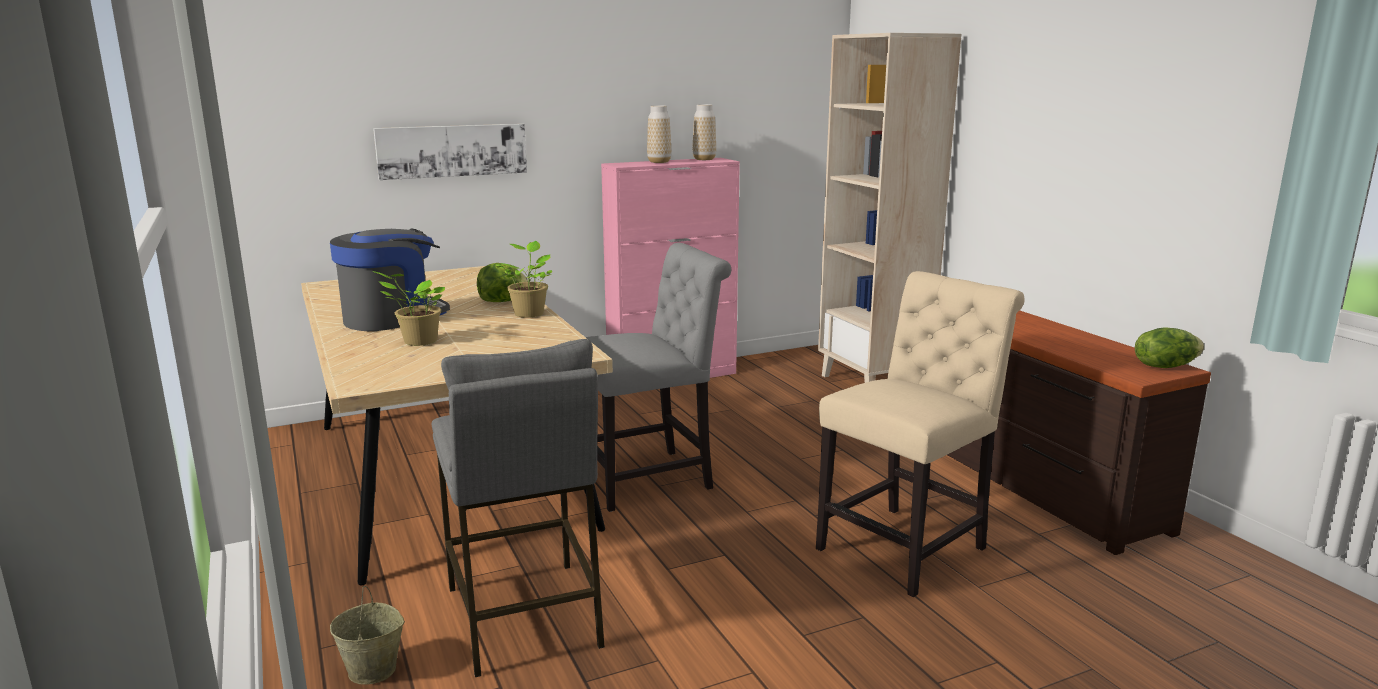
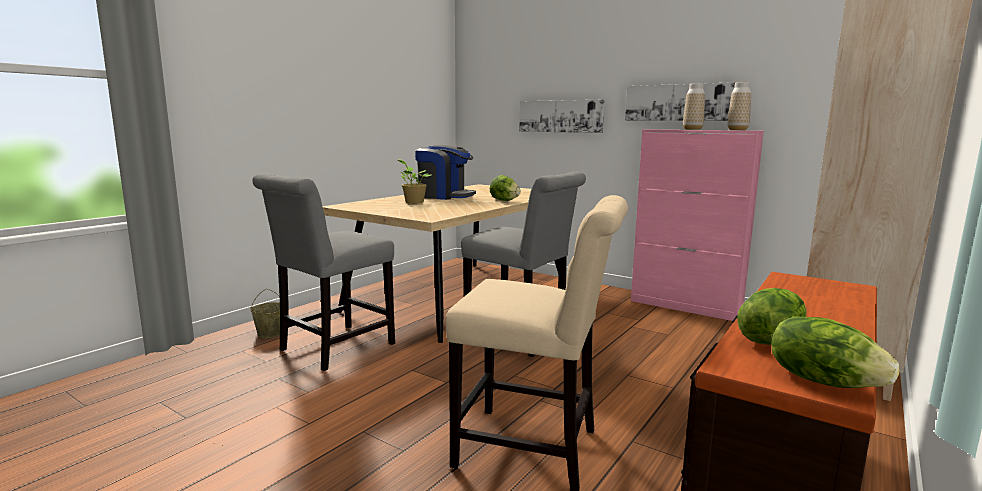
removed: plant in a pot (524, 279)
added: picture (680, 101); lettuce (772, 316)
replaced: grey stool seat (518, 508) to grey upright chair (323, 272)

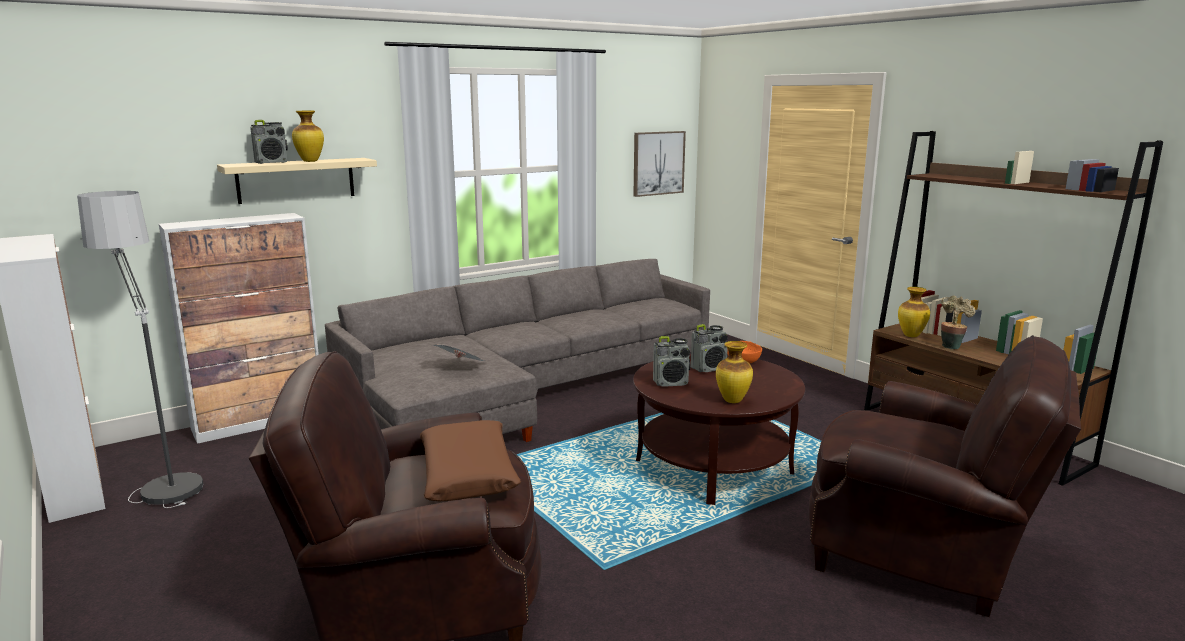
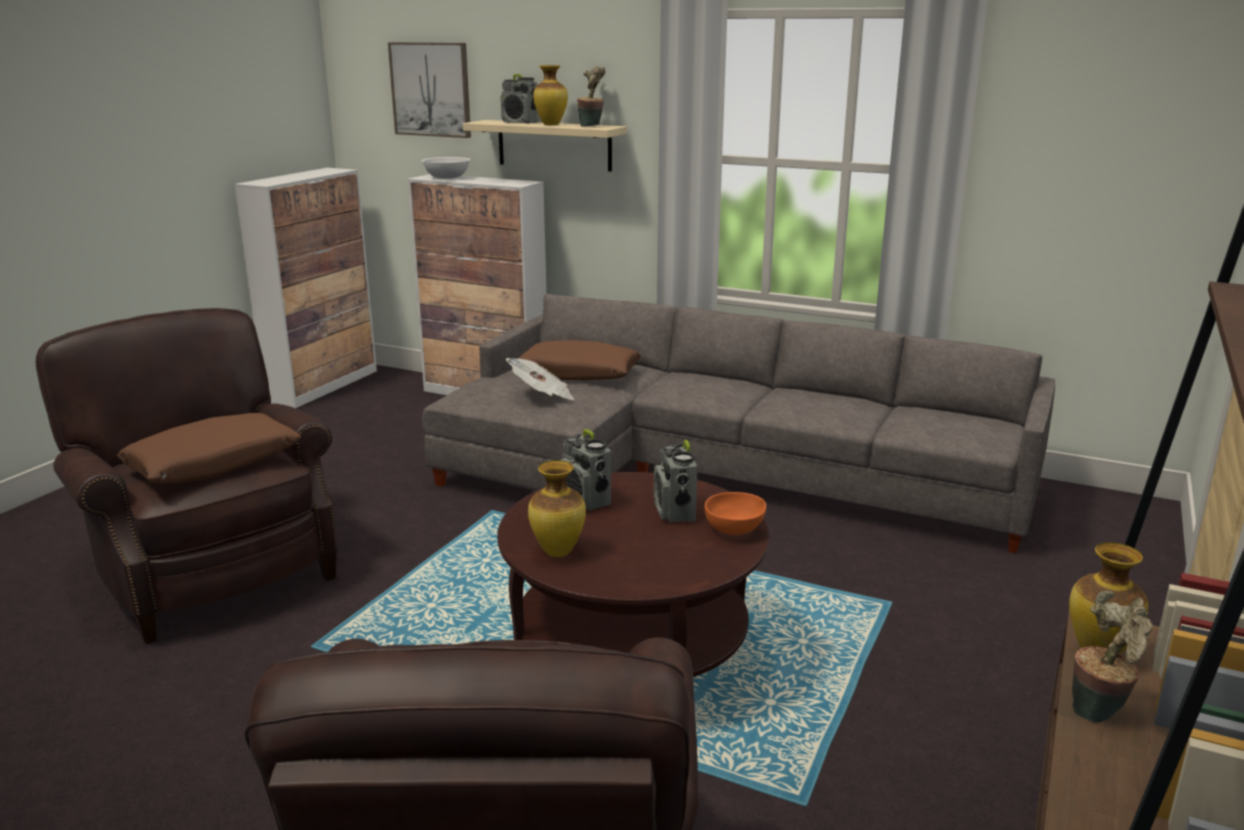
removed: standing lamp (140, 349)
added: plant in a pot (591, 96); whitish bowl (446, 168); brown-coloured throw pillow (579, 360)
moved: picture (659, 164) to (429, 90)
turned: radio receiver (709, 348) = (675, 481) 45 degrees clockwise

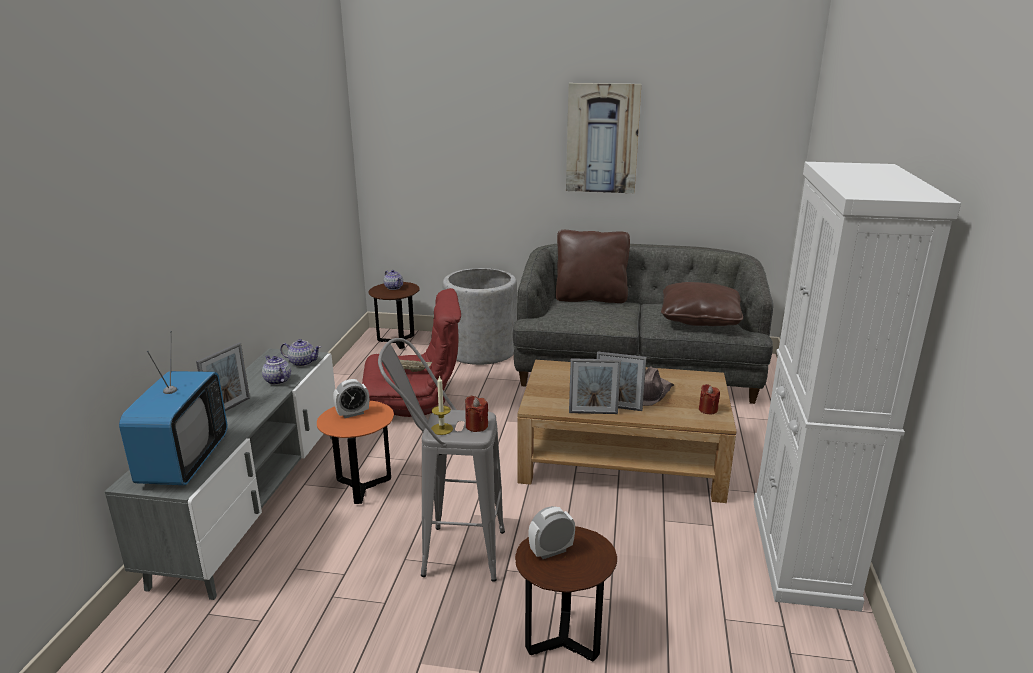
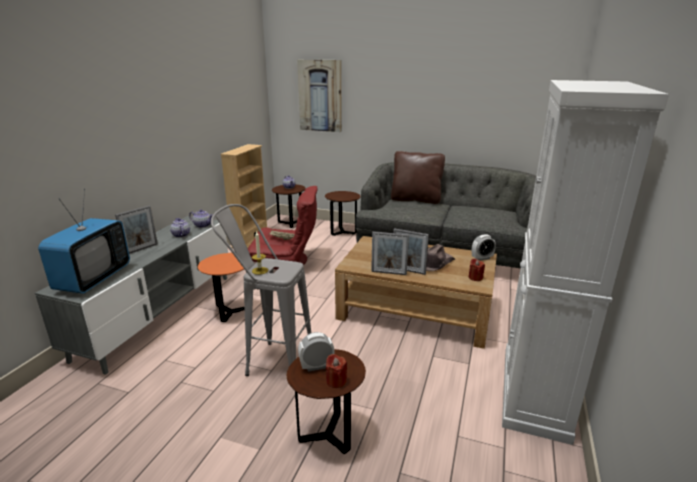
removed: brown-coloured throw pillow (702, 304)
added: sand-coloured shelving unit (243, 196)
moved: picture (603, 138) to (319, 96); bedside clock (351, 398) to (484, 247); red wax candle (476, 414) to (336, 371)
replaced: grey flower pot (480, 316) to brown-coloured accent table (343, 213)

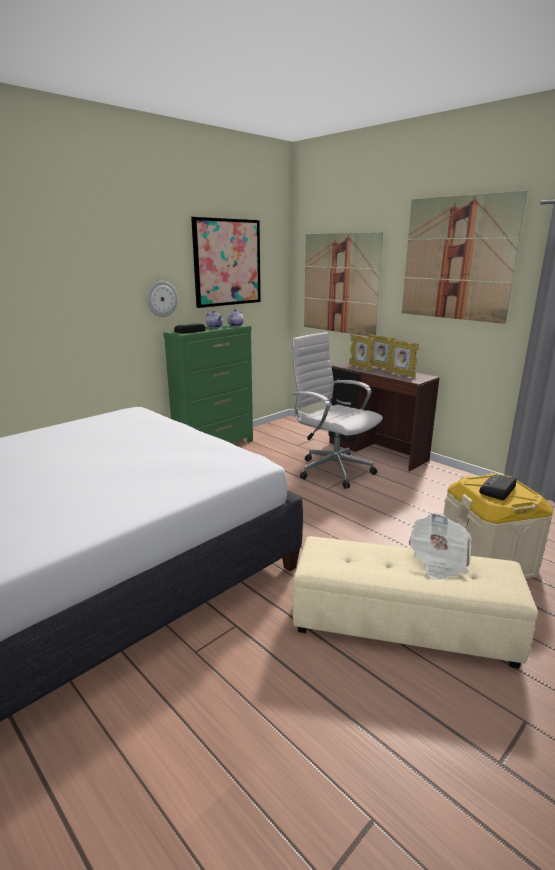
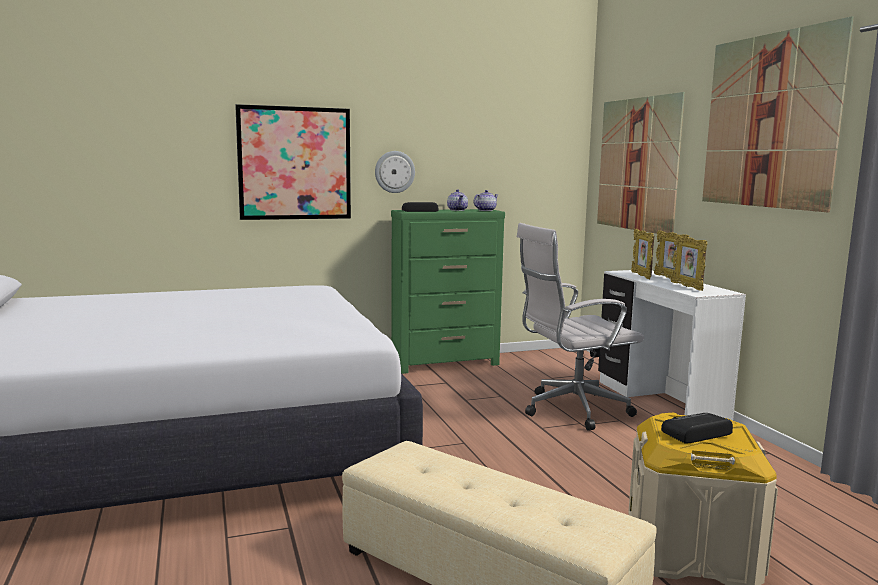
removed: daily paper (440, 546)
moved: picture (226, 262) to (293, 162)
recoloured: brown-coloured desk (384, 416) to whitish desk (672, 345)
turned: whitish desk chair (337, 410) = (580, 327) 90 degrees counterclockwise

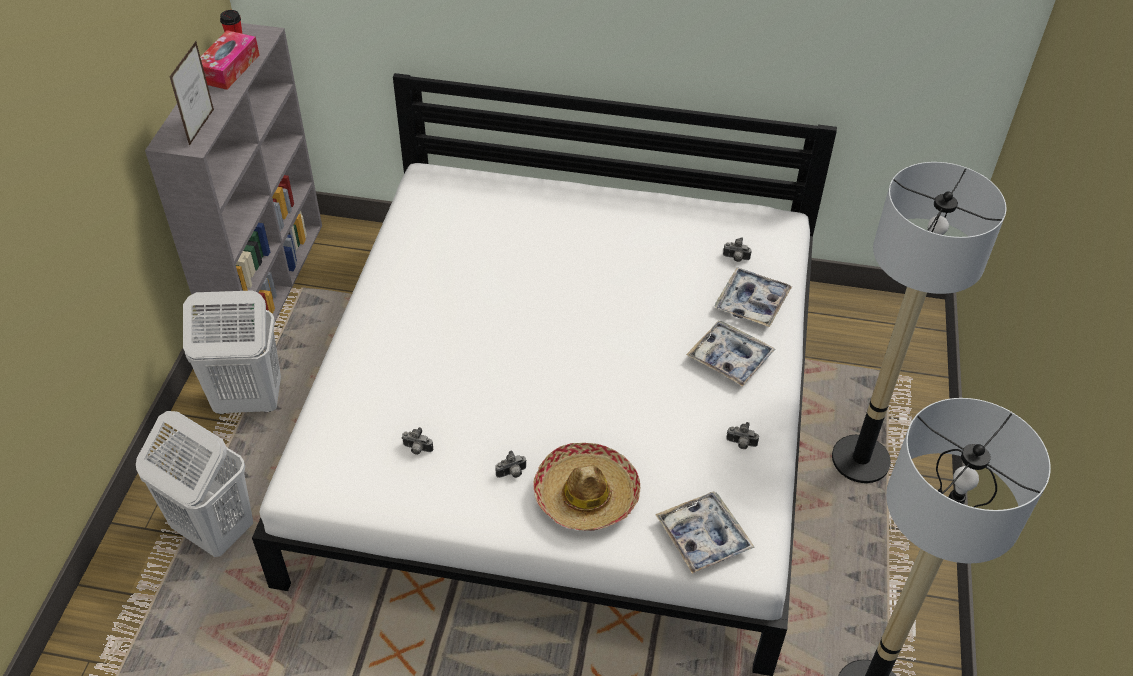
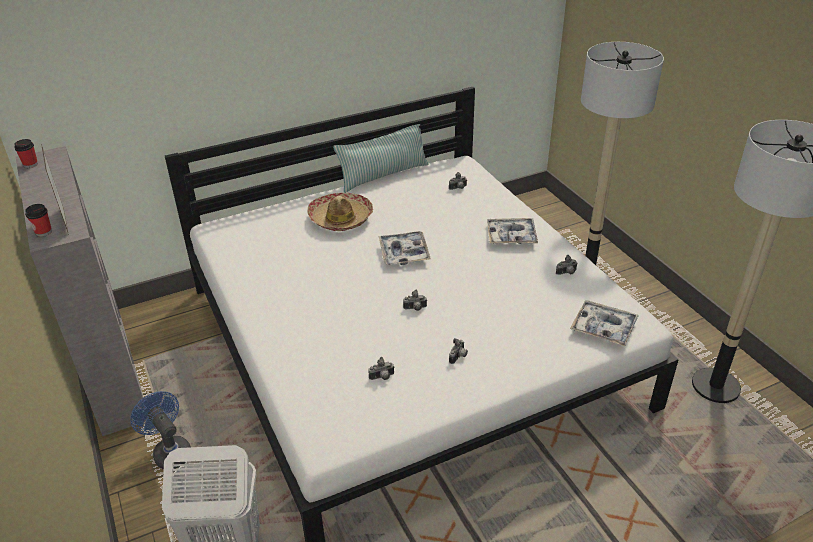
removed: tissue holder (229, 60)
added: throw pillow (380, 158); drinking cup (38, 220); photo camera (415, 300)
moved: carrying tray (753, 297) to (404, 248); clothing hat (587, 487) to (340, 212)
replaced: whitish hamper (232, 352) to blue electric fan (160, 430)

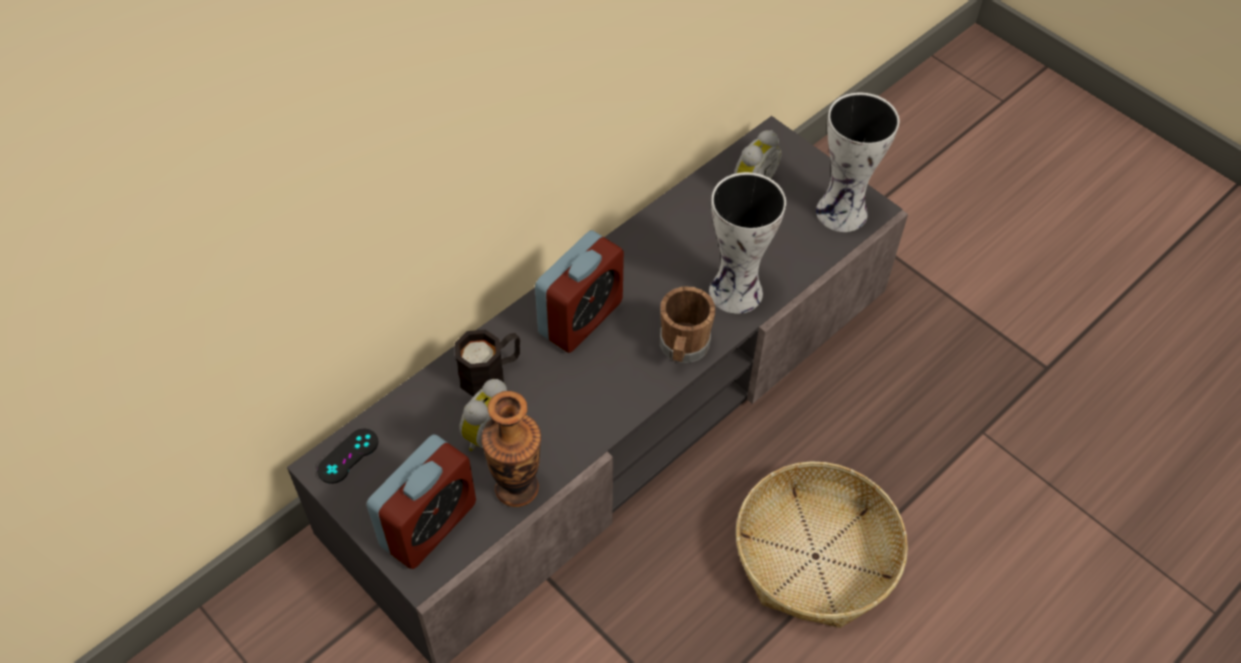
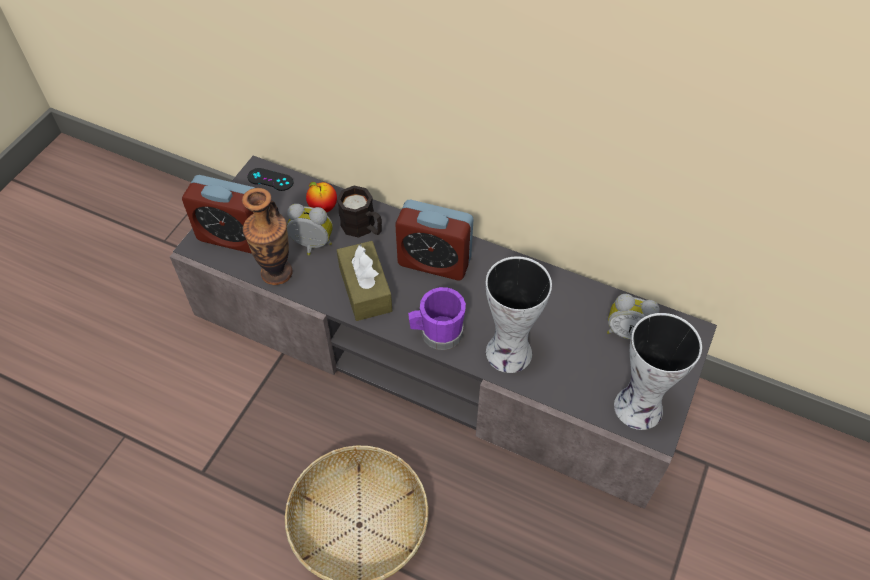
added: apple (321, 197); brown-coloured tissue holder (364, 281)
recoloured: brown-coloured coffee mug (687, 324) to purple-coloured coffee mug (437, 318)

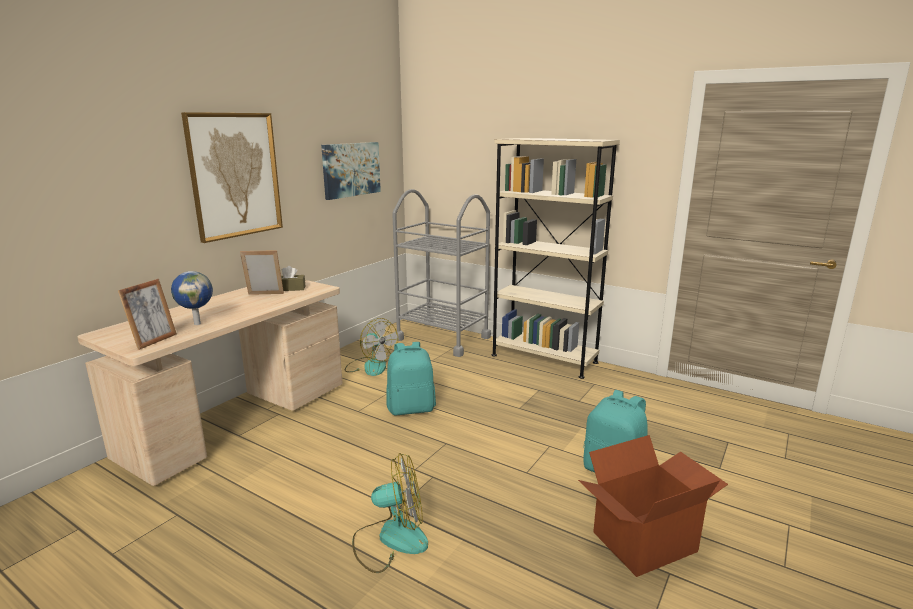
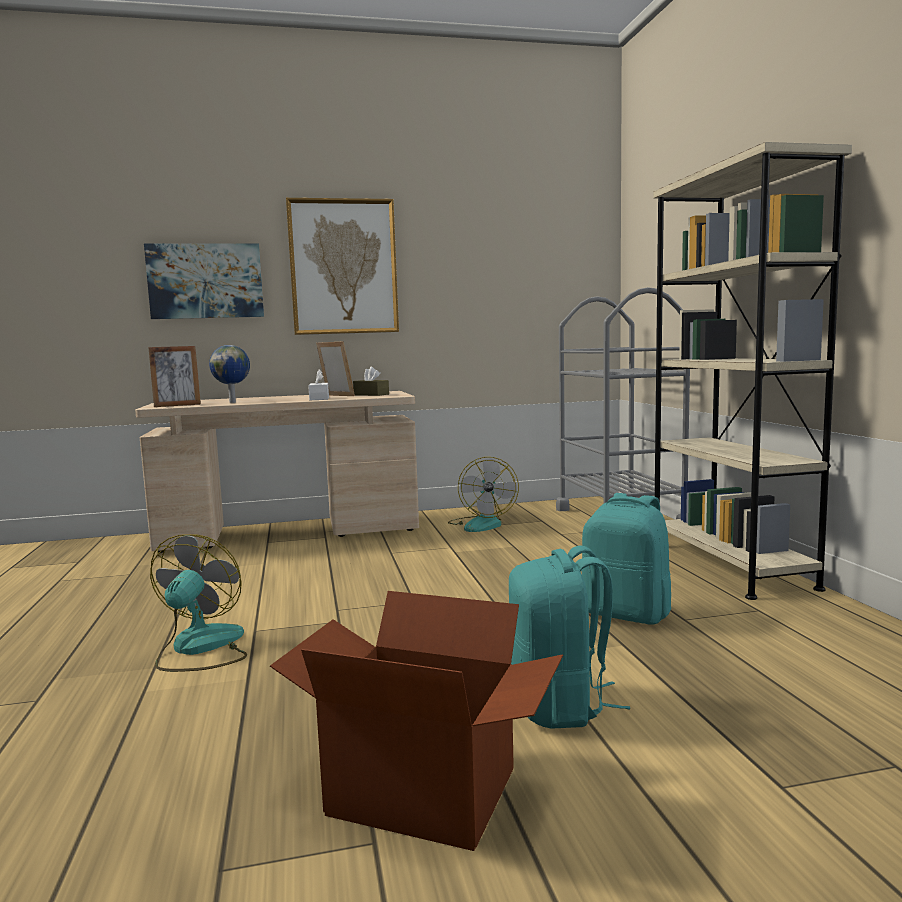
added: whitish tissue holder (318, 384)
moved: picture (351, 171) to (204, 281); turquoise-coloured knapsack (411, 378) to (626, 559)
turned: electric fan (390, 513) = (198, 603) 120 degrees counterclockwise

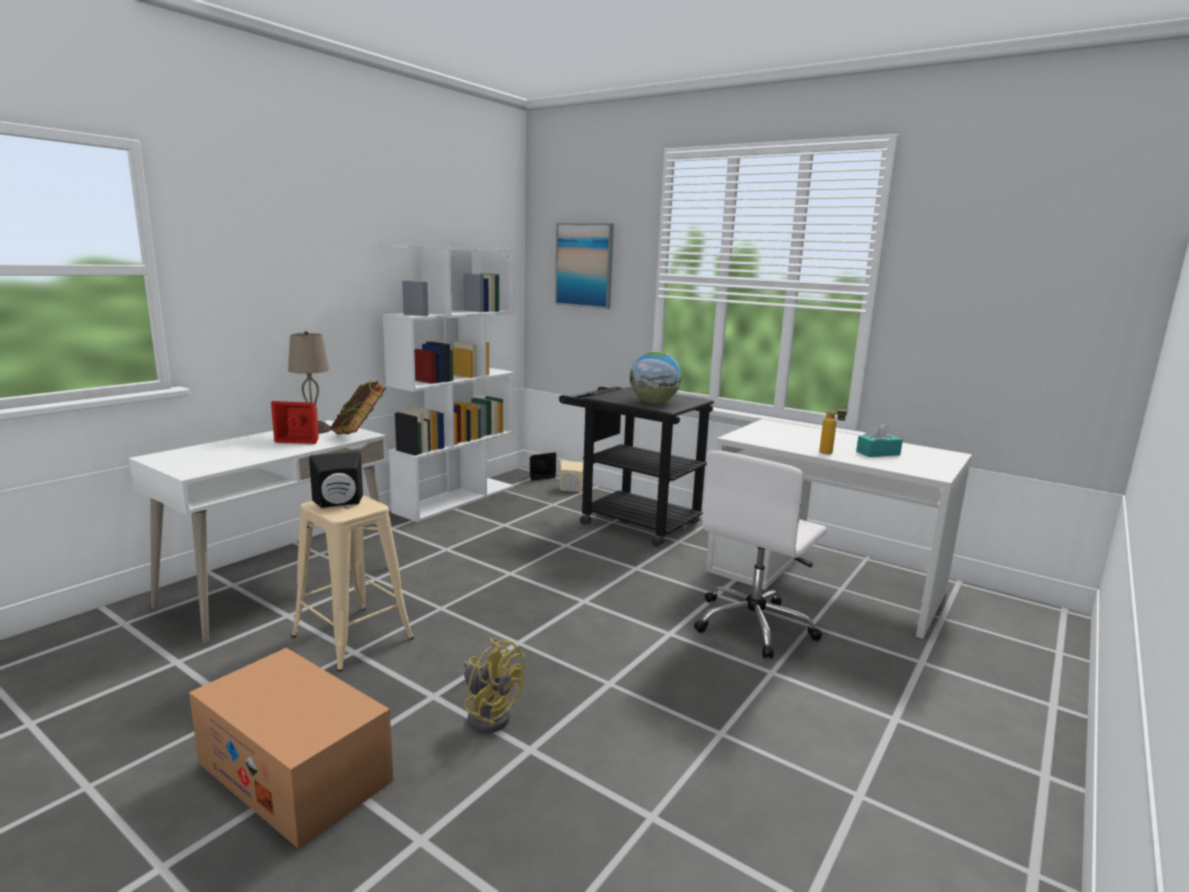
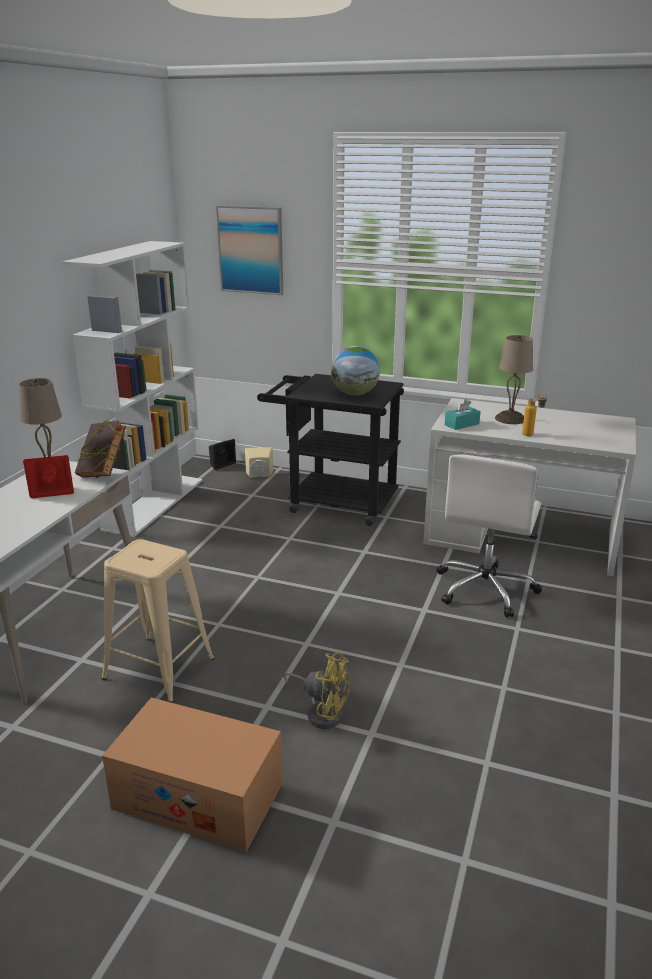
removed: black audio speaker (336, 480)
added: sand-coloured lamp for a table (514, 379)
moved: turquoise-coloured tissue holder (879, 439) to (463, 414)

